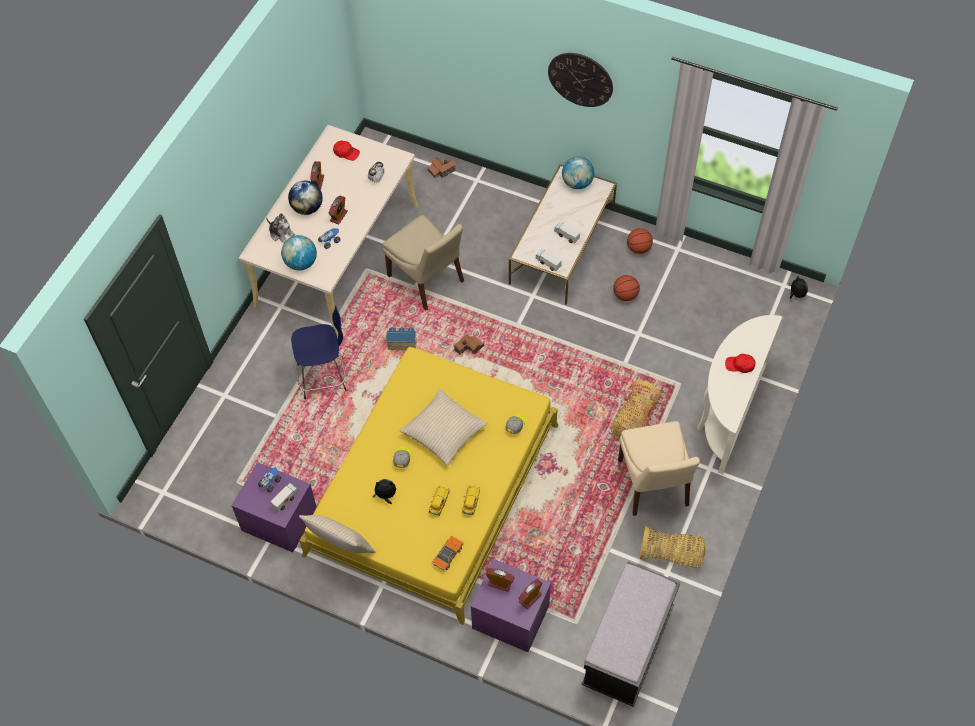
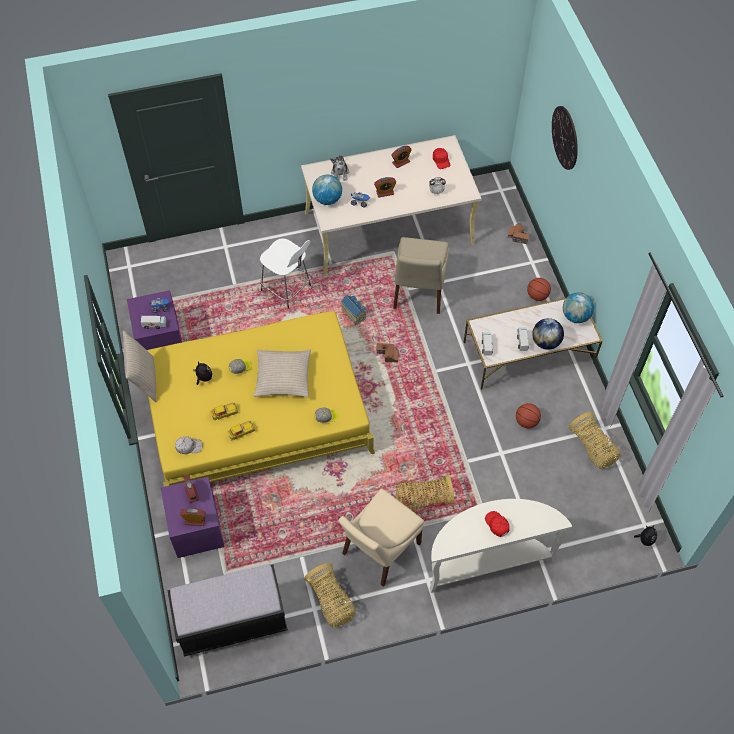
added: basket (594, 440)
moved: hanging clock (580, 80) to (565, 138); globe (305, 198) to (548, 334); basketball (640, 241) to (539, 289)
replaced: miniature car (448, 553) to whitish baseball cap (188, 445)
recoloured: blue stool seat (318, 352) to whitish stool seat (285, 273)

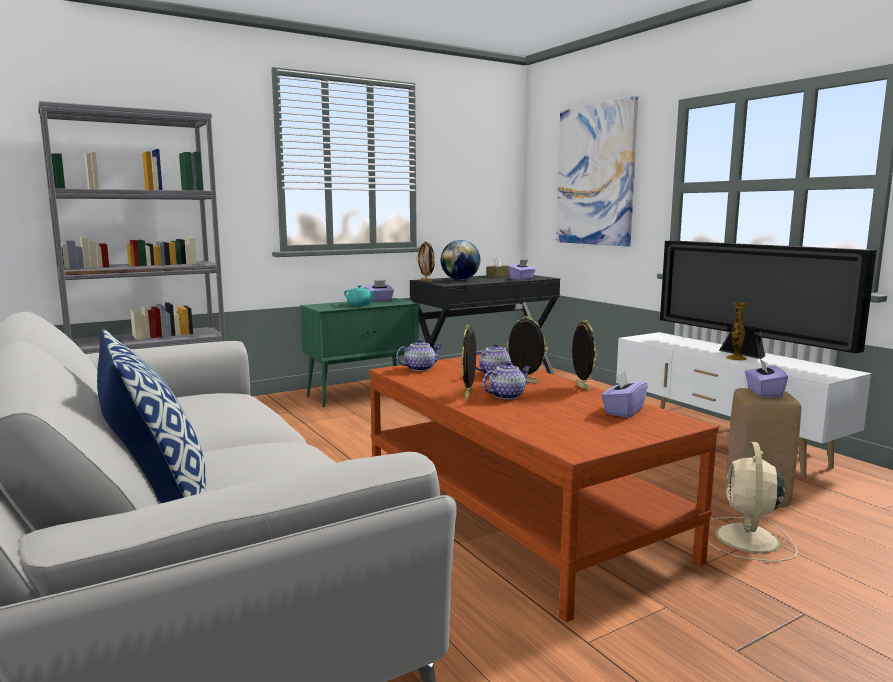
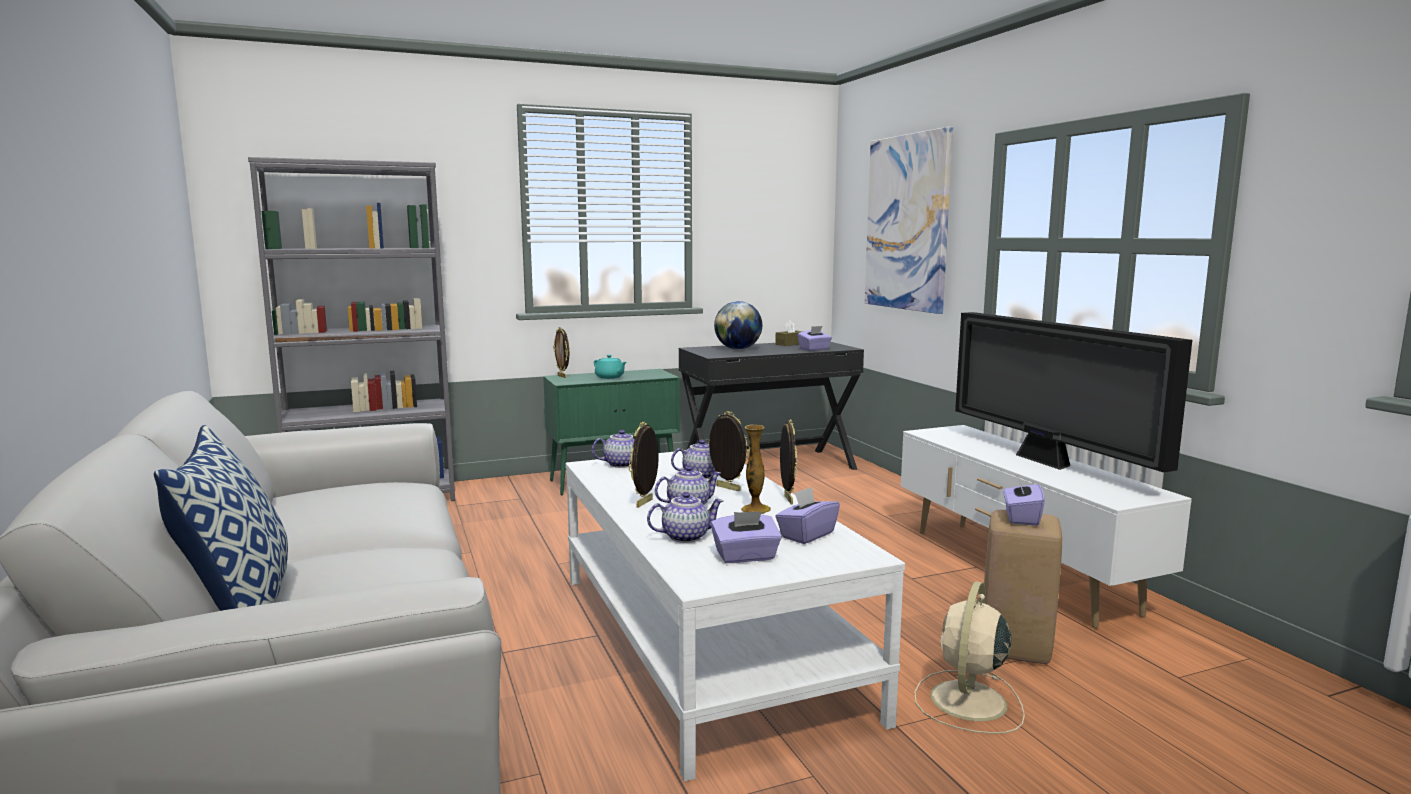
added: pot for tea (685, 517)
moved: picture frame (425, 261) to (561, 352); purple-coloured tissue holder (379, 291) to (746, 537); flower vase (736, 331) to (756, 469)
recoloured: brown-coloured coffee table (544, 488) to whitish coffee table (735, 615)

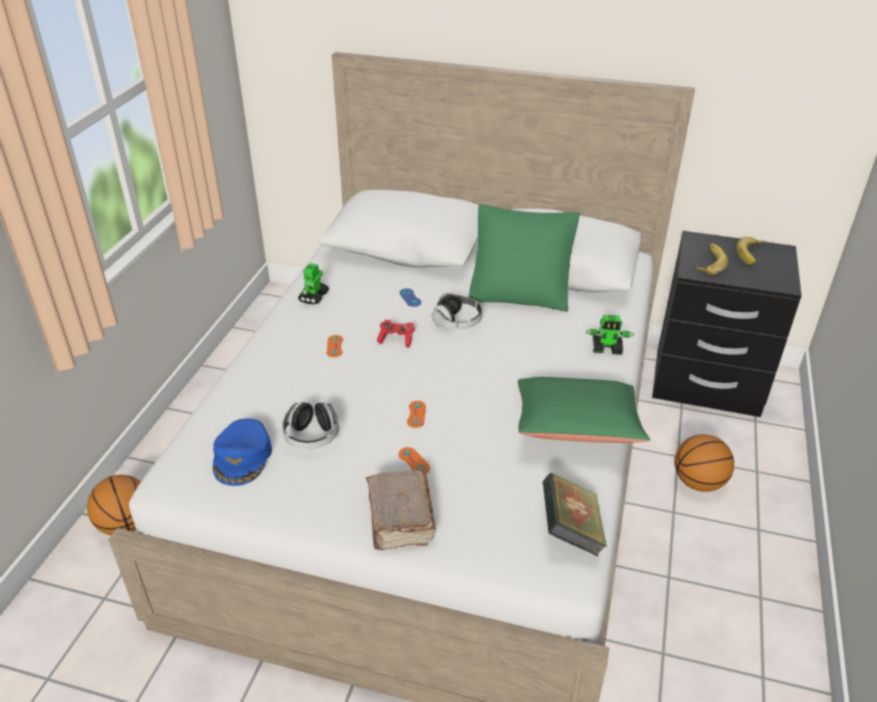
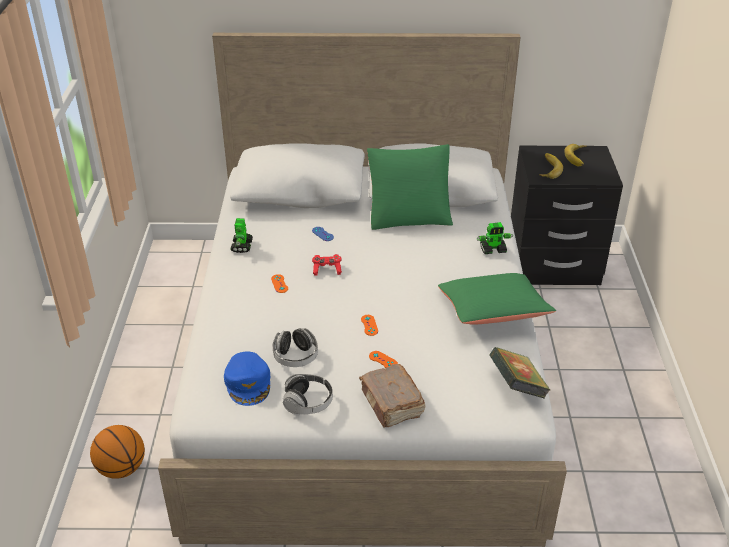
removed: basketball (704, 463)
moved: headset (457, 311) to (308, 394)

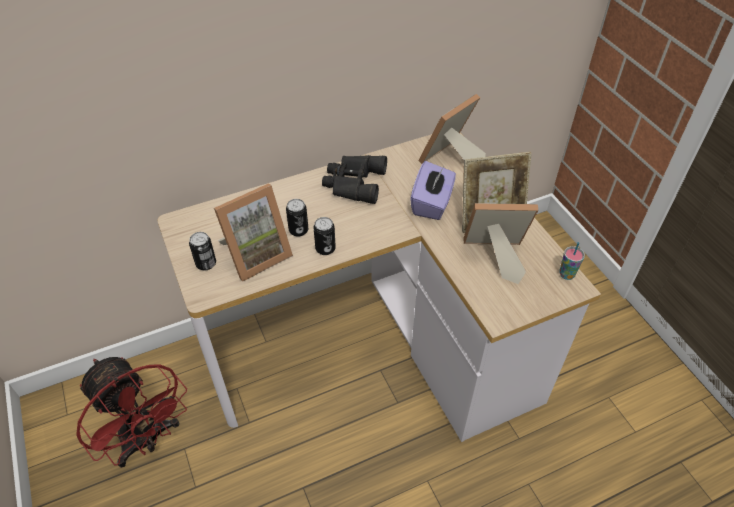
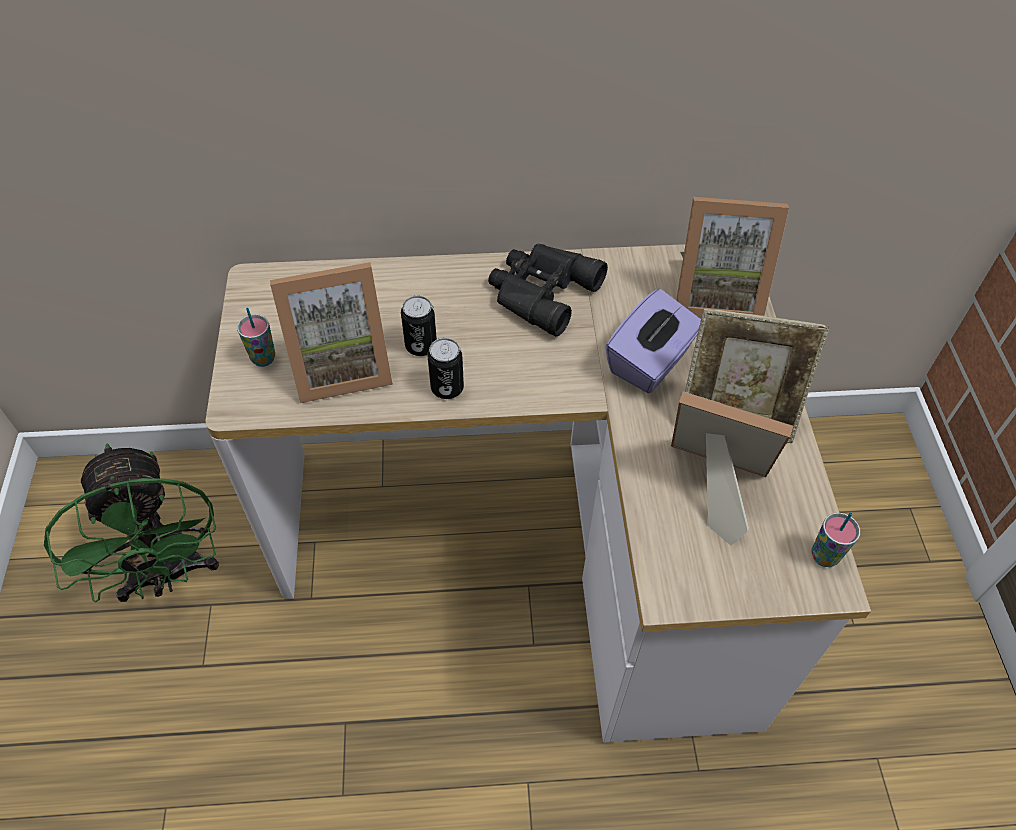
replaced: metal can (202, 251) to drinking cup (256, 337)
recoloured: red electric fan (131, 412) to green-coloured electric fan (131, 523)
turned: picture frame (452, 129) = (732, 258) 150 degrees counterclockwise

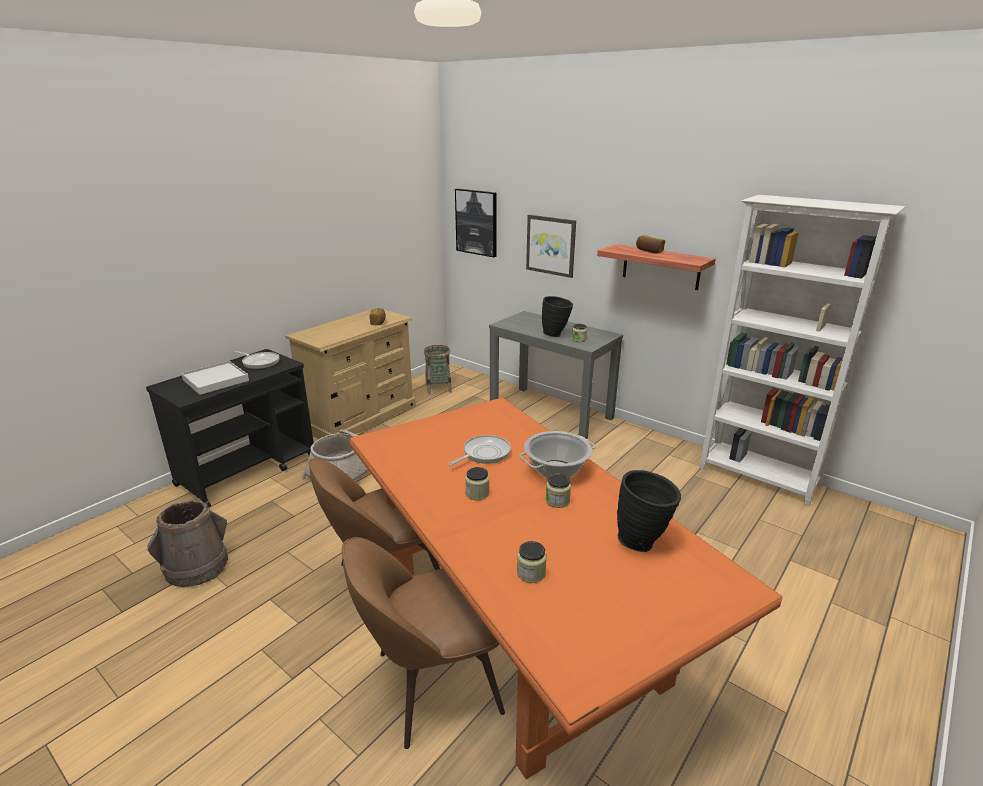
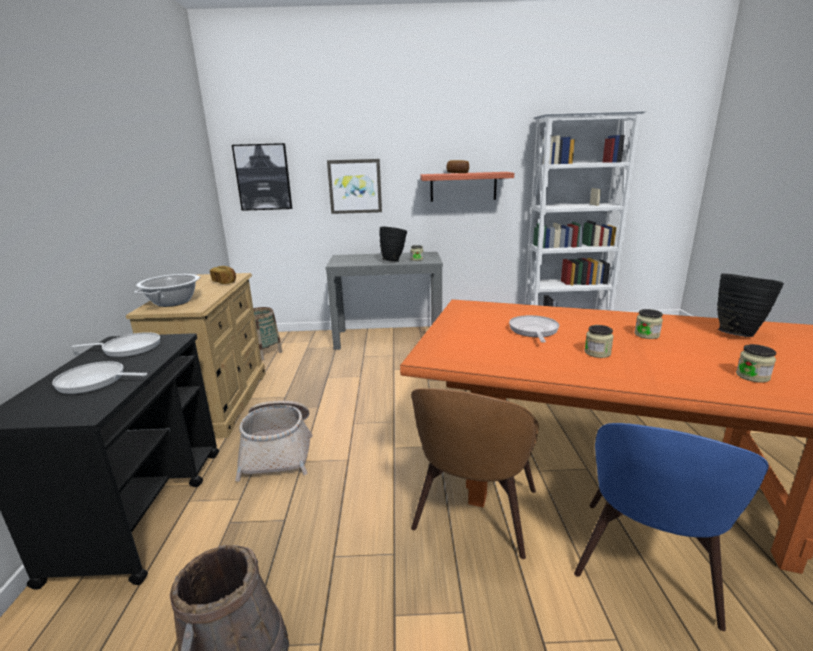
moved: saucepot (557, 454) to (167, 290)
replaced: whitish carrying tray (215, 378) to skillet (99, 377)
recoloured: brown-coloured upright chair (423, 643) to blue upright chair (671, 527)

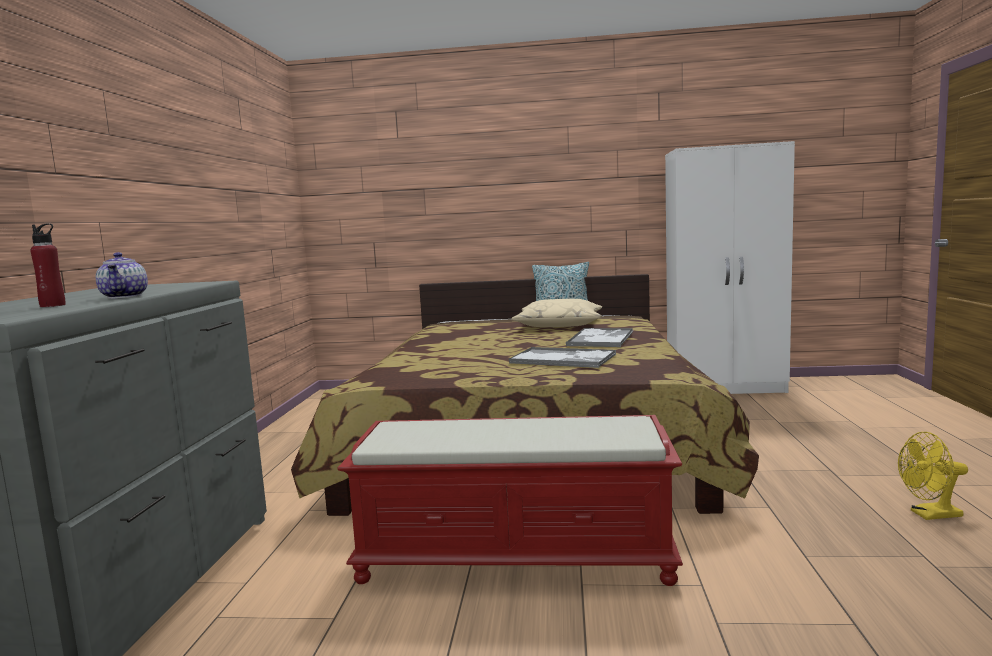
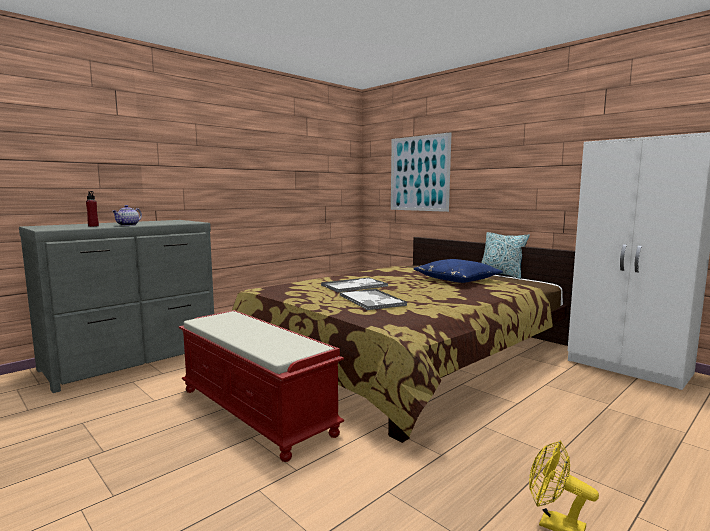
added: picture (421, 172)
moved: carrying tray (600, 337) to (354, 284)
recoloured: sand-coloured throw pillow (556, 313) to blue throw pillow (458, 271)

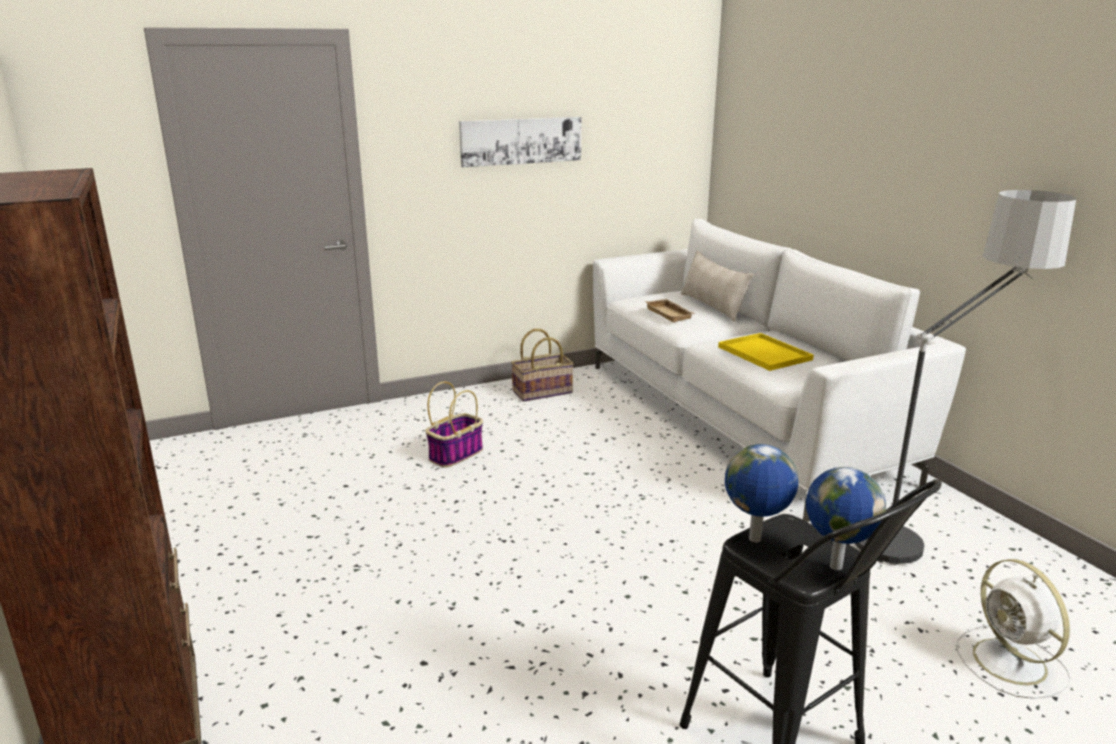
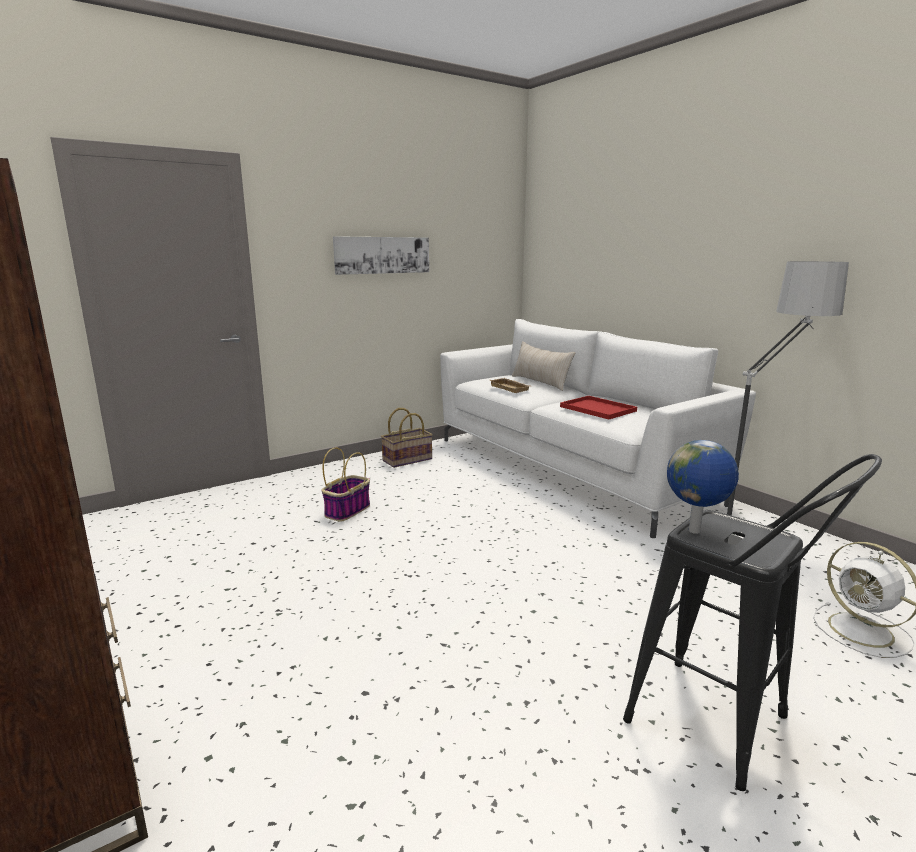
removed: globe (846, 518)
recoloured: yellow carrying tray (766, 352) to red carrying tray (598, 408)

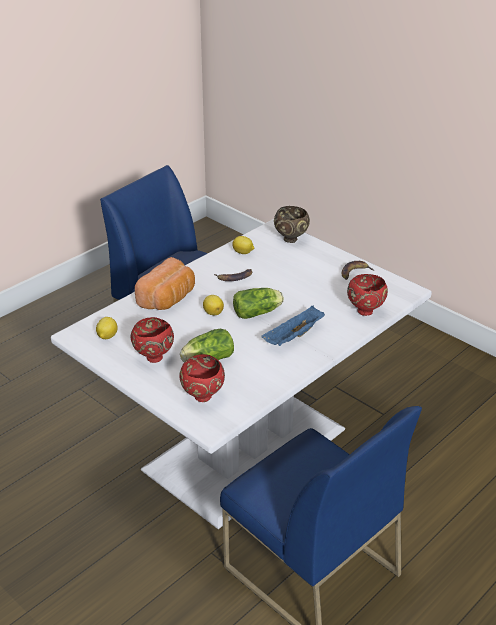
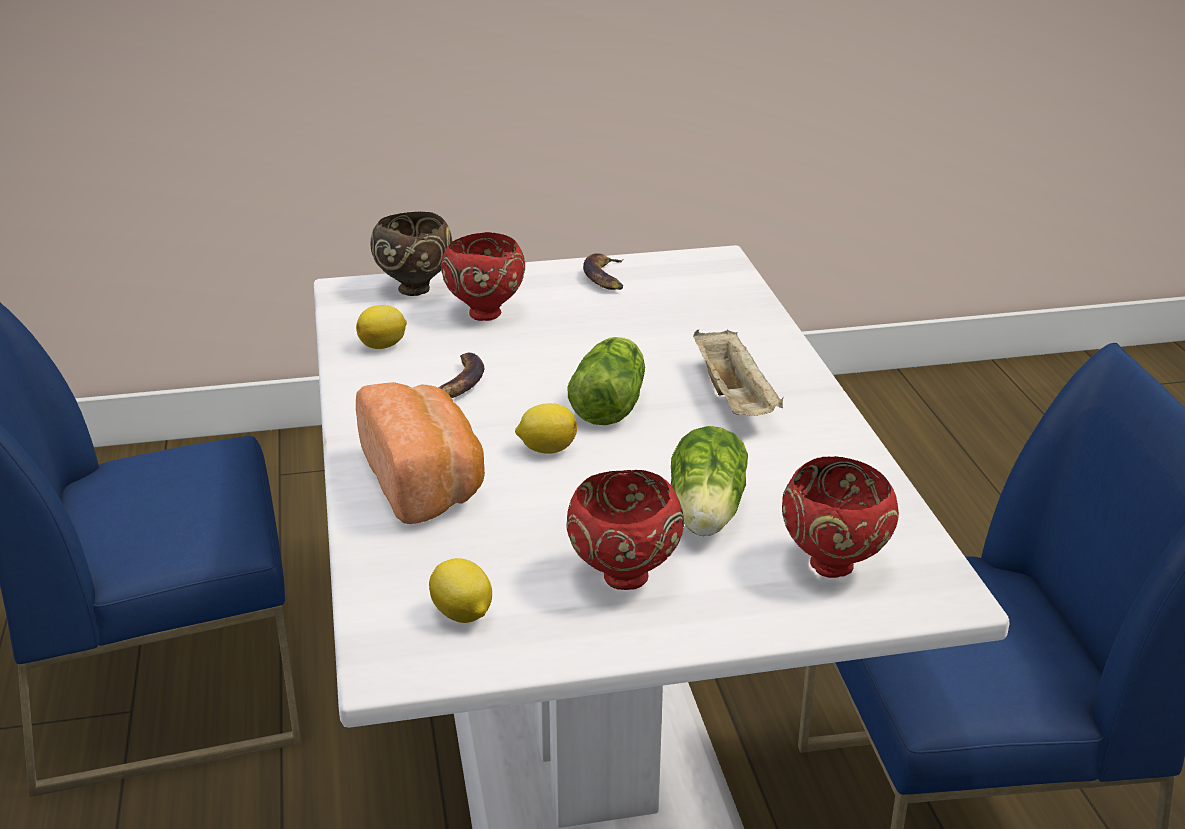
moved: red bowl (367, 295) to (483, 276)
recoloured: blue carrying tray (293, 326) to sand-coloured carrying tray (738, 372)

